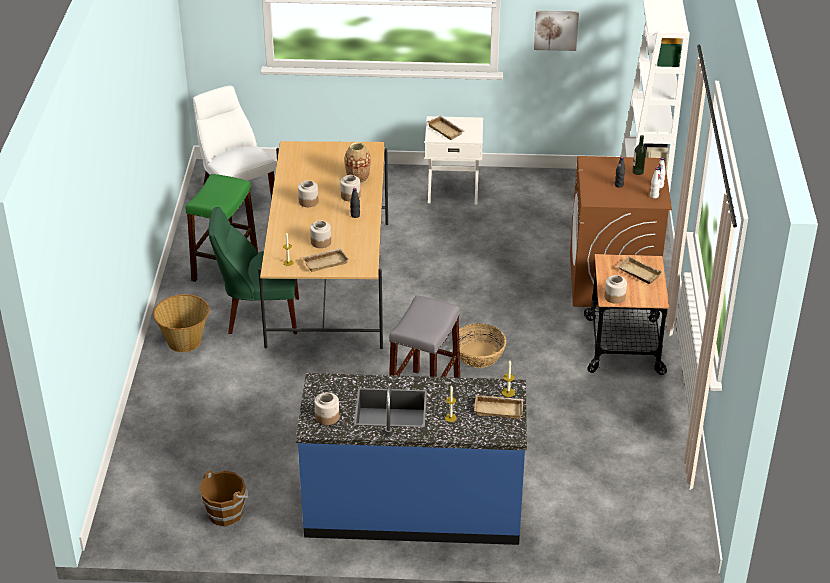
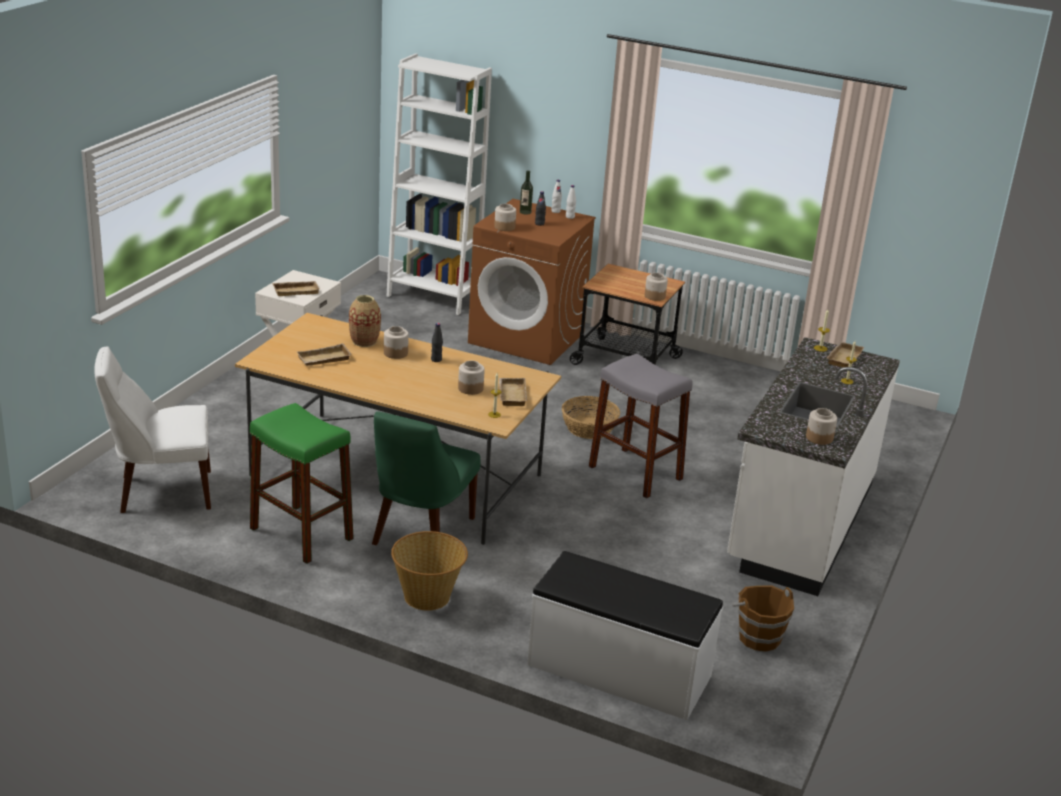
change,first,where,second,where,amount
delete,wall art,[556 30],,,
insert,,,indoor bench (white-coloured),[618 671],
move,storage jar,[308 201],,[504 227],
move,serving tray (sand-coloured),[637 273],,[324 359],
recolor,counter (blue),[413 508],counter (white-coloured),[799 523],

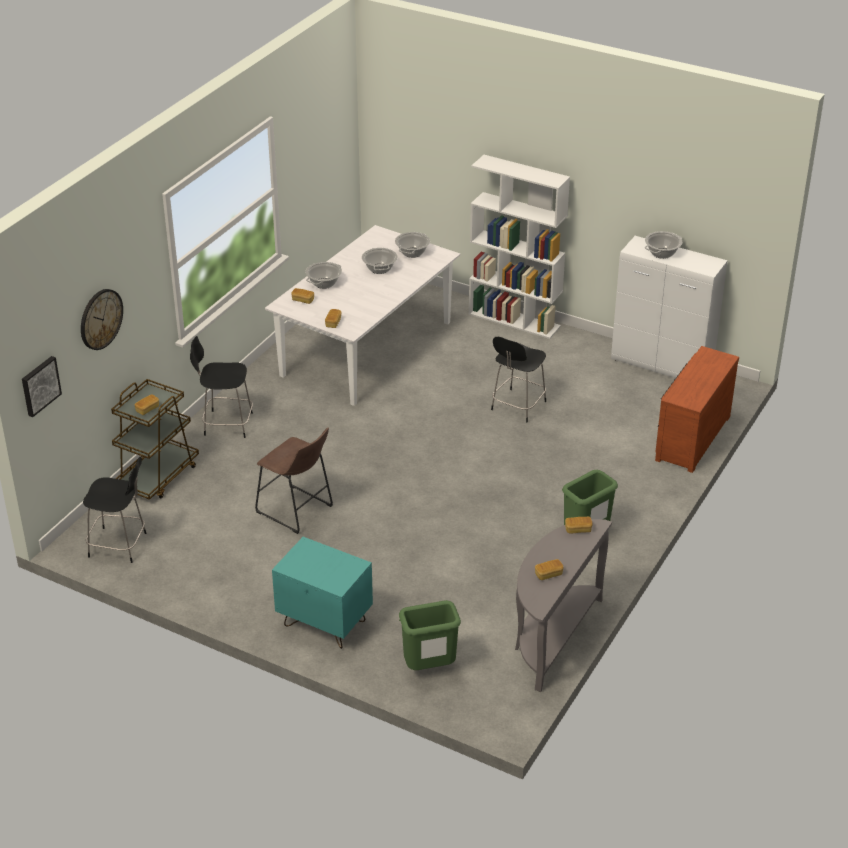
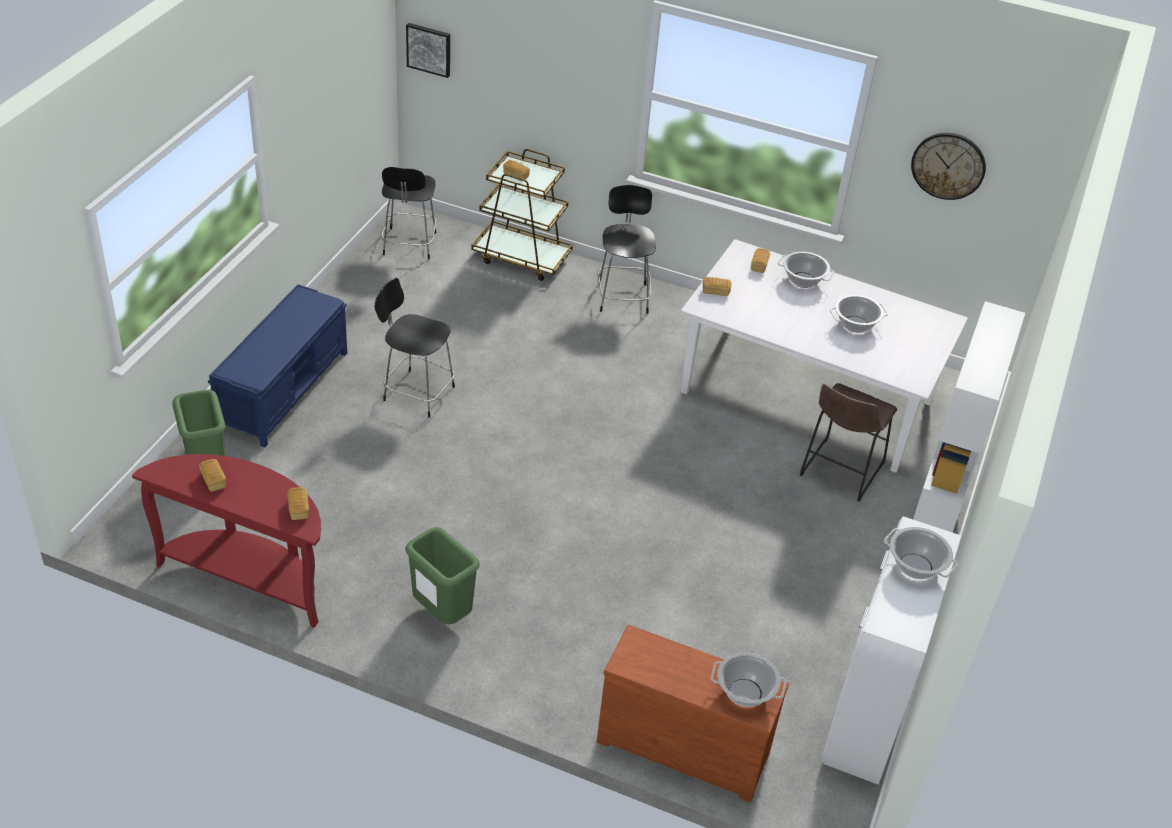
change,first,where,second,where,amount
move,hanging clock,[100 319],,[948 165],
move,stool (brown-coloured),[297 511],,[839 472],
move,cooking pot,[412 252],,[745 692],
move,upright chair (black),[517 406],,[416 392],
replace,bedside table (turquoise),[324 624],indoor bench (blue),[285 389],
recolor,hall table (grey),[552 637],hall table (red),[249 578],

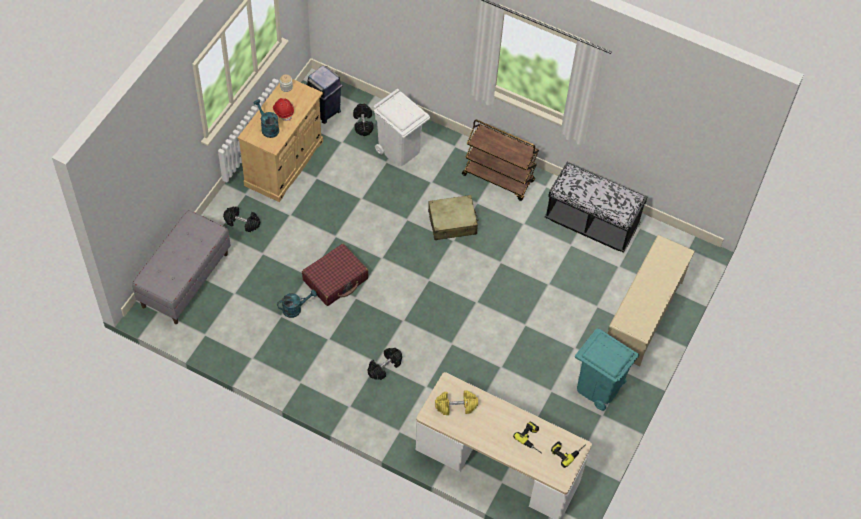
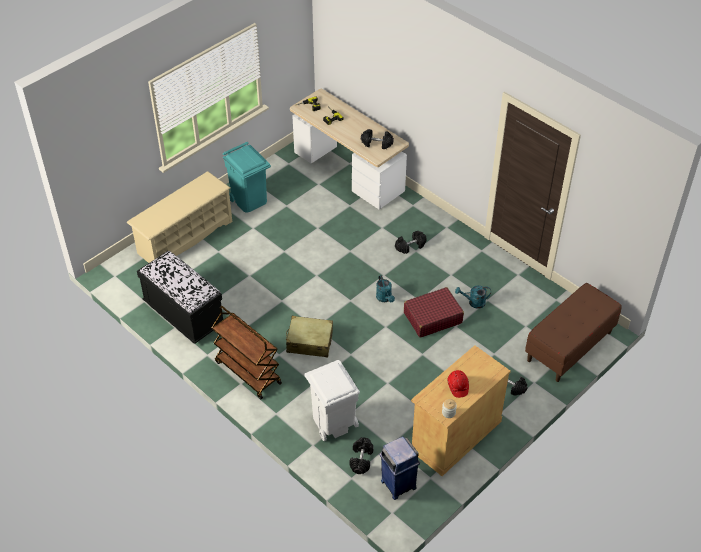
change,first,where,second,where,amount
move,sprinkling can (turquoise),[268 128],,[385 298],
recolor,indoor bench (grey),[185 279],indoor bench (brown-coloured),[569 346],
recolor,dumbbell (yellow),[456 406],dumbbell (black),[376 144],

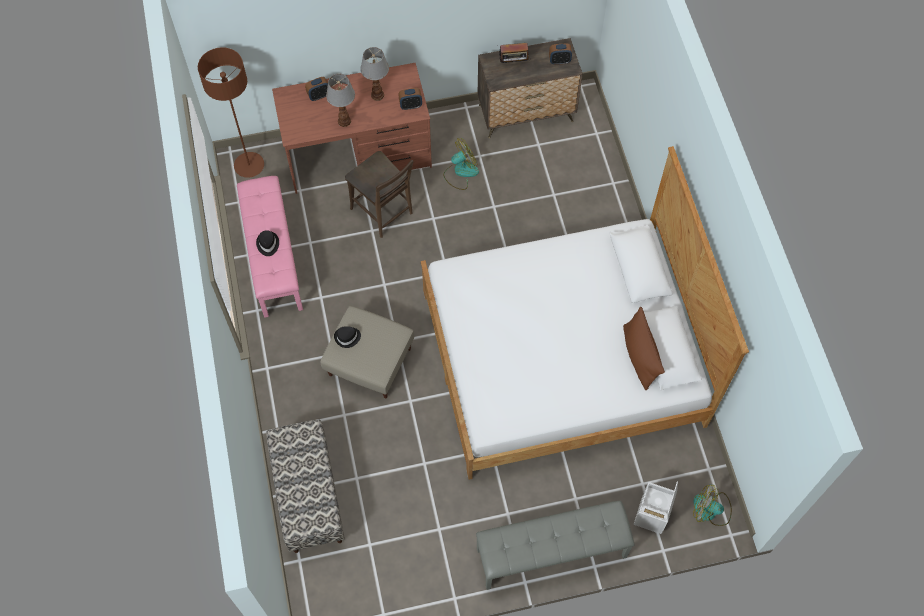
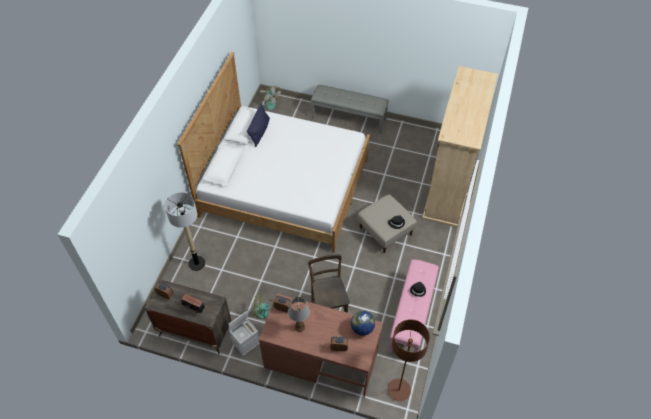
change,first,where,second,where,amount
delete,tabletop lamp,[345 121],,,
insert,,,standard lamp,[196 263],
insert,,,world globe,[362 328],
move,storage box (white-coloured),[652 515],,[246 342],
replace,indoor bench,[308 495],wardrobe (sand-coloured),[449 186],
recolor,throw pillow (brown-coloured),[639 356],throw pillow (blue),[259 131],

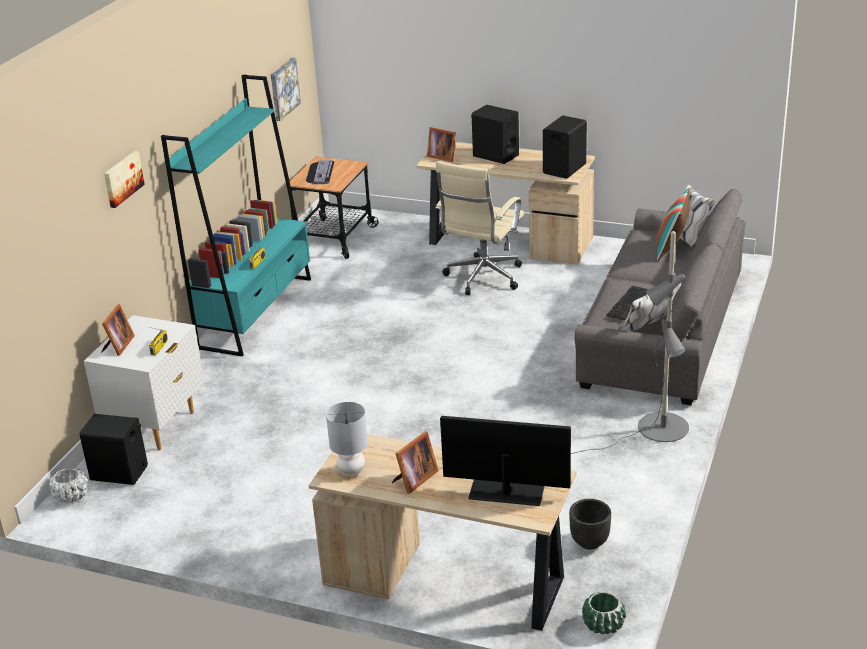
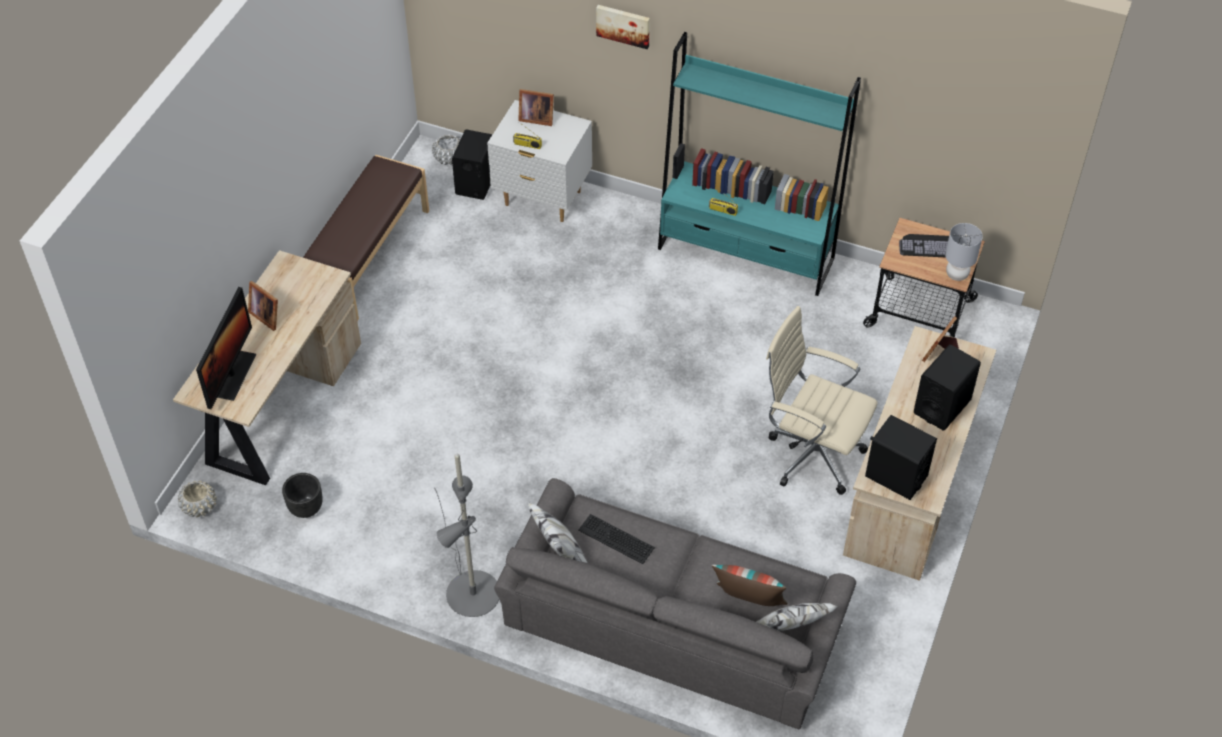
change,first,where,second,where,amount
delete,wall art,[284 88],,,
insert,,,indoor bench (brown-coloured),[369 257],
move,tabletop lamp (grey),[351 471],,[956 275],
recolor,planter (green),[603 625],planter (sand-coloured),[199 506],

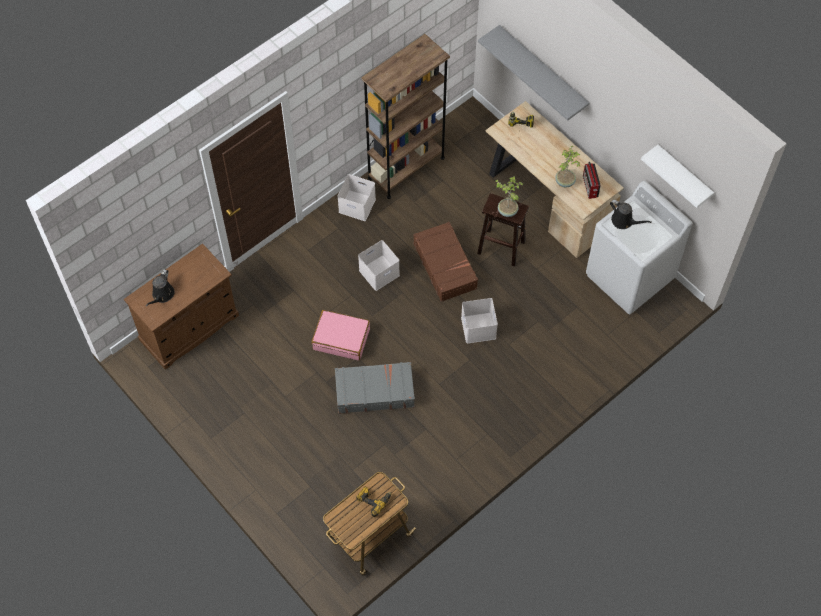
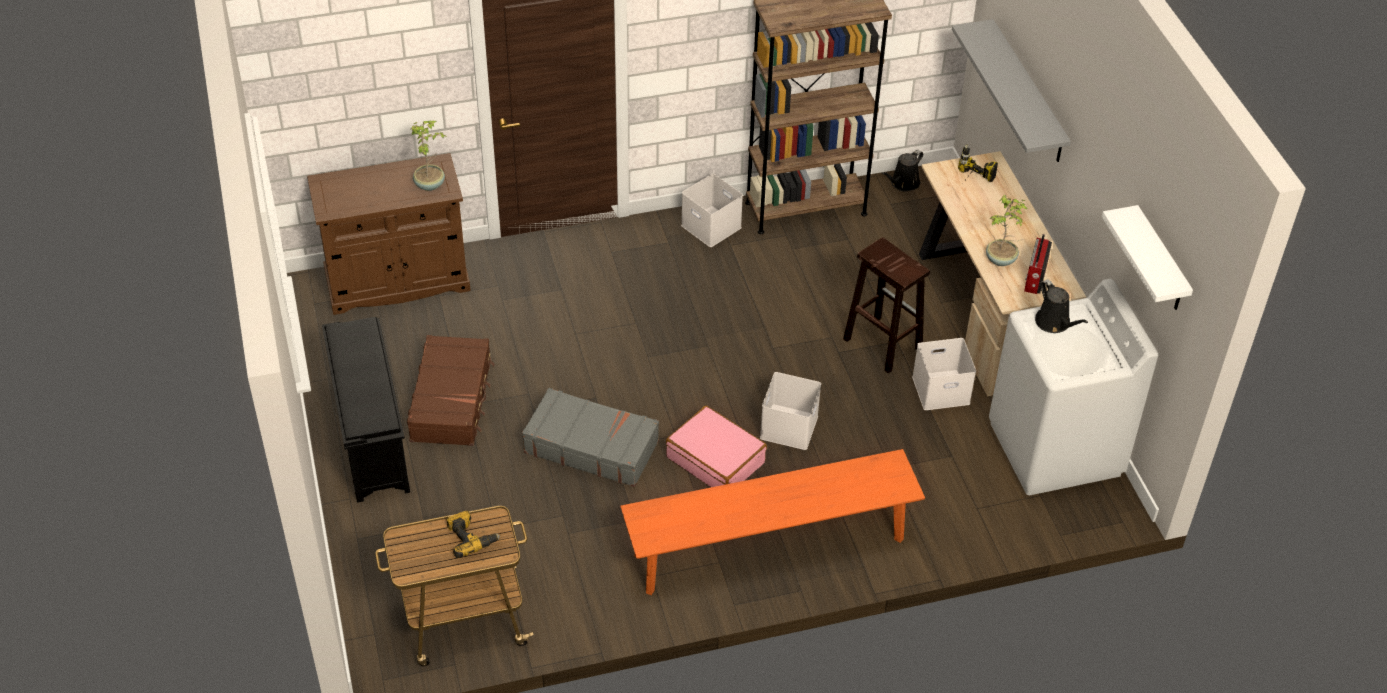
change,first,where,second,where,amount
insert,,,shoe rack (black),[370 439],
insert,,,indoor bench (orange-coloured),[769 548],
move,sprinkling can (black),[162 295],,[903 183],
move,suitcase (pinkish),[341 339],,[716 459],
move,storage box (white-coloured),[379 272],,[941 389],
move,suitcase (brown-coloured),[445 266],,[452 400],
move,houseplant,[507 210],,[430 184],

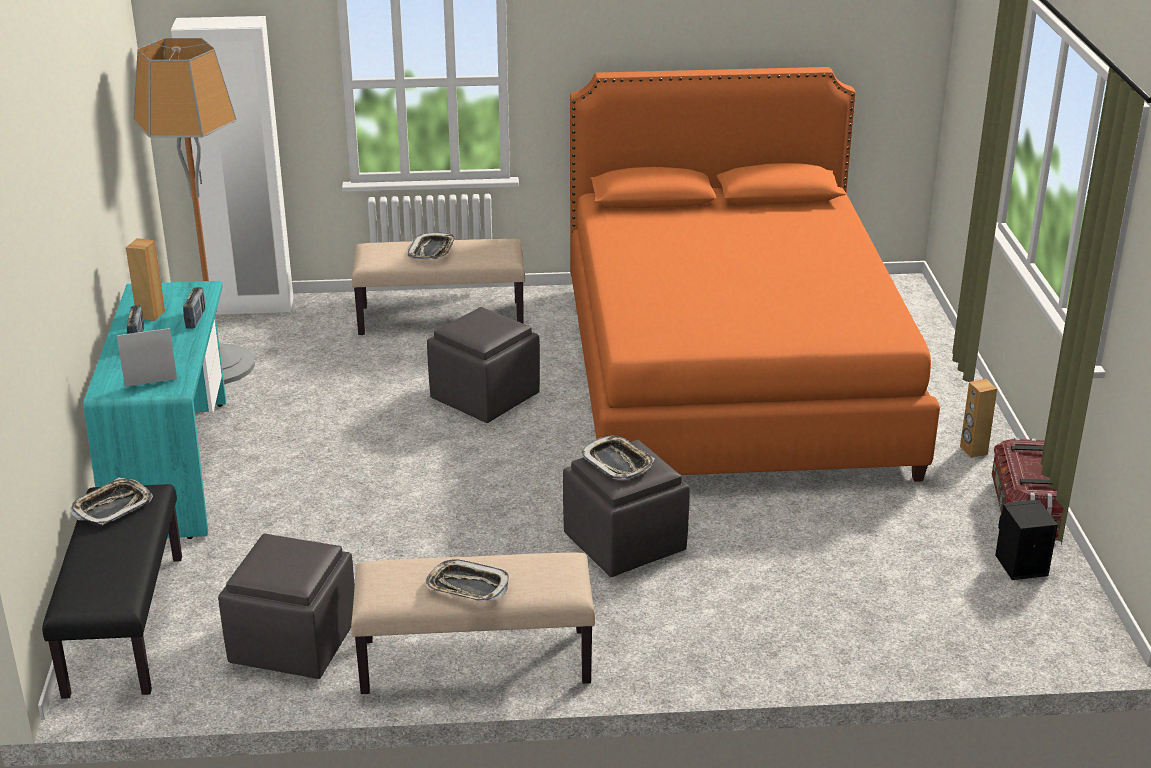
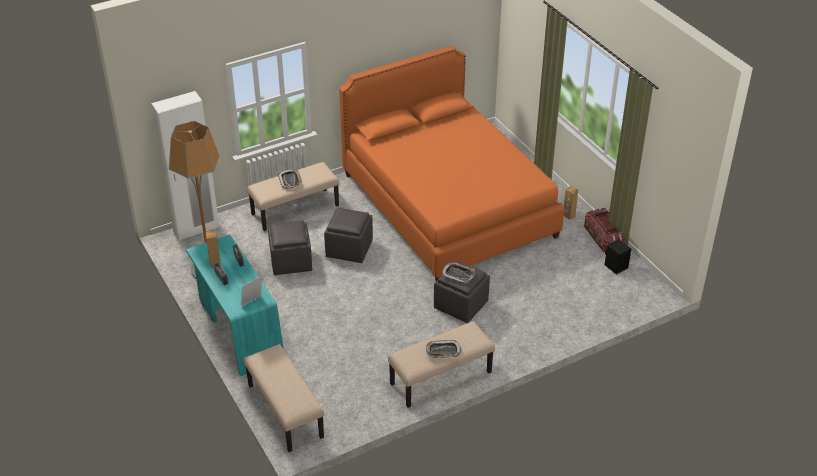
change,first,where,second,where,amount
delete,serving tray,[112 506],,,
move,ottoman (grey),[293 642],,[290 261],
recolor,indoor bench (black),[124 624],indoor bench (sand-coloured),[284 411],

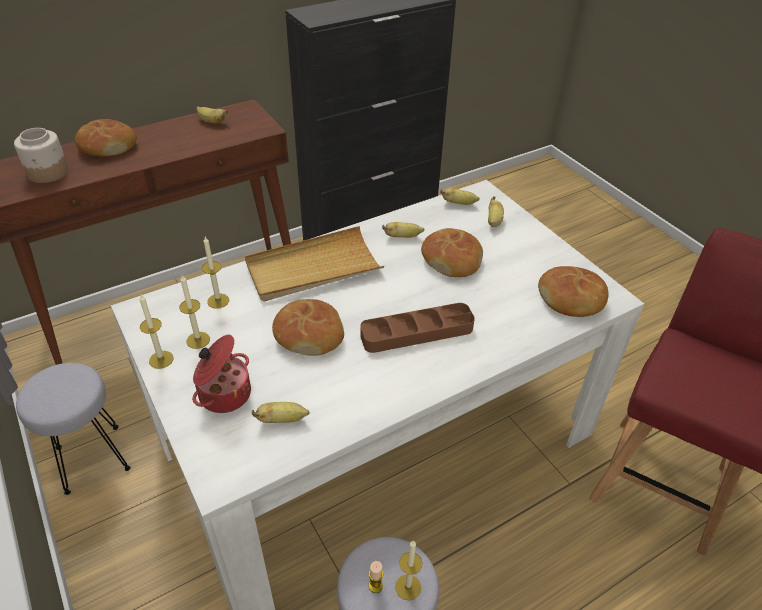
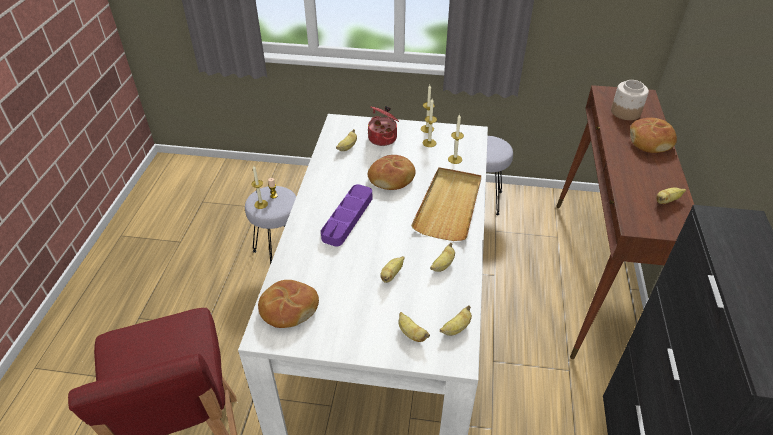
change,first,where,second,where,amount
replace,bread,[451 260],banana,[391 275],
recolor,serving tray (brown-coloured),[417 332],serving tray (purple),[347 218],

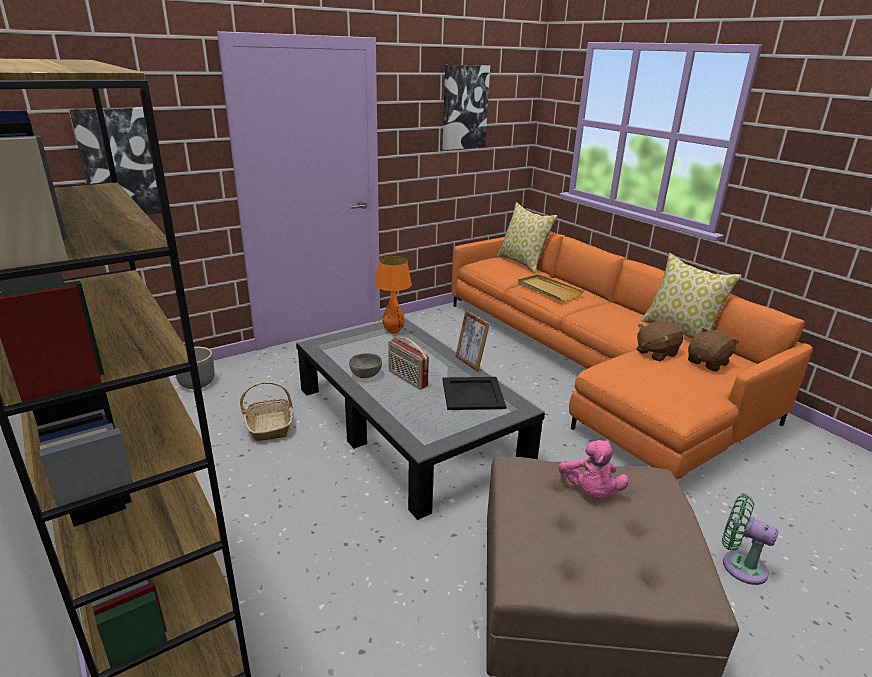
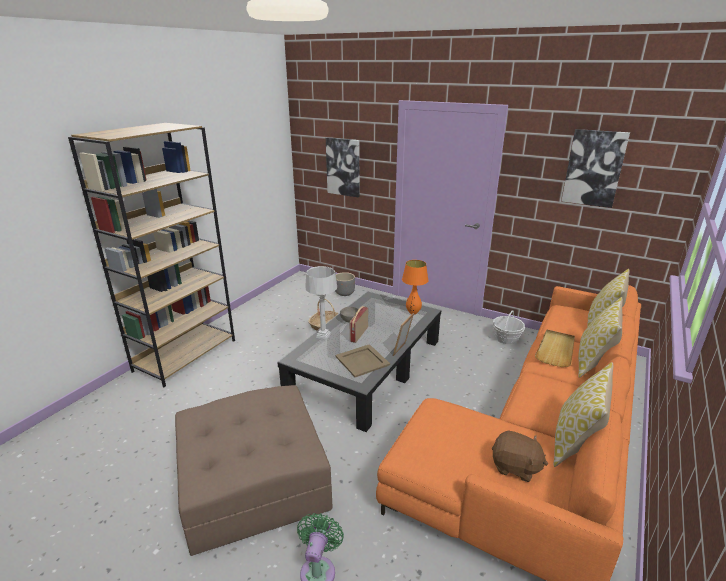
change,first,where,second,where,amount
delete,soft toy (pinkish),[590 492],,,
delete,soft toy (brown-coloured),[655 353],,,
insert,,,tabletop lamp (grey),[323 335],
insert,,,basket,[506 338],
insert,,,throw pillow,[593 363],
recolor,serving tray (black),[473 394],serving tray (sand-coloured),[362 361],

